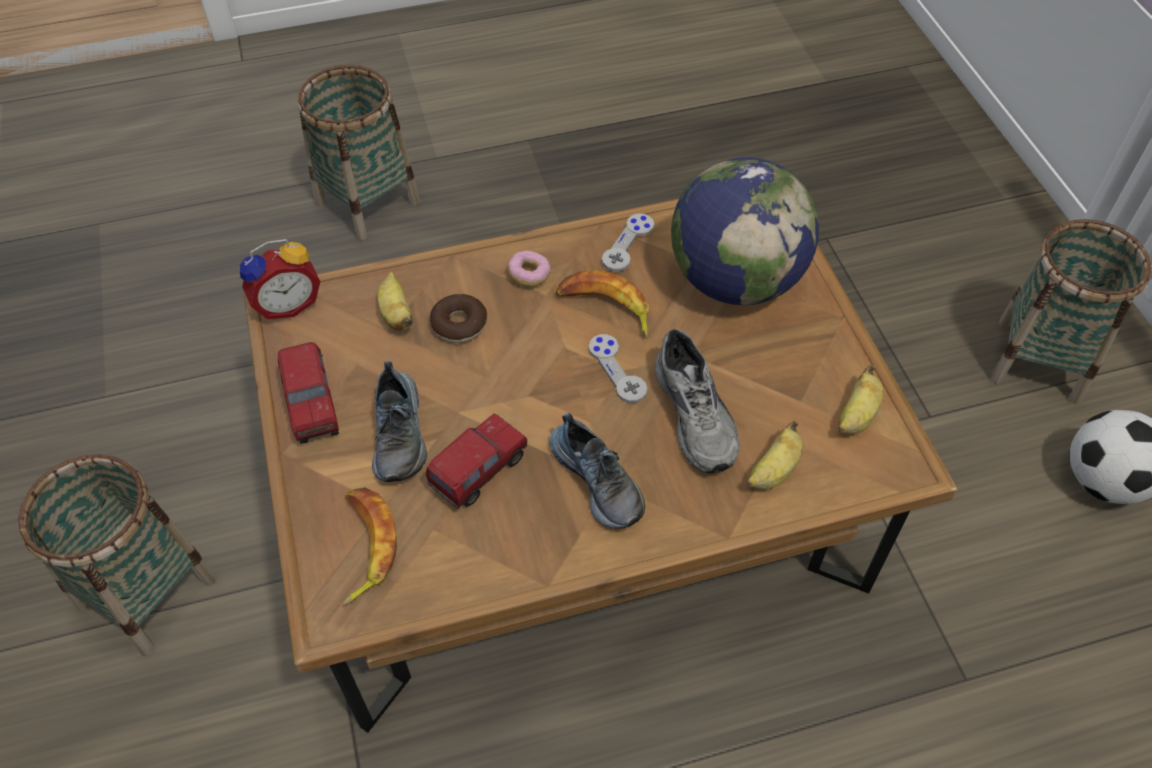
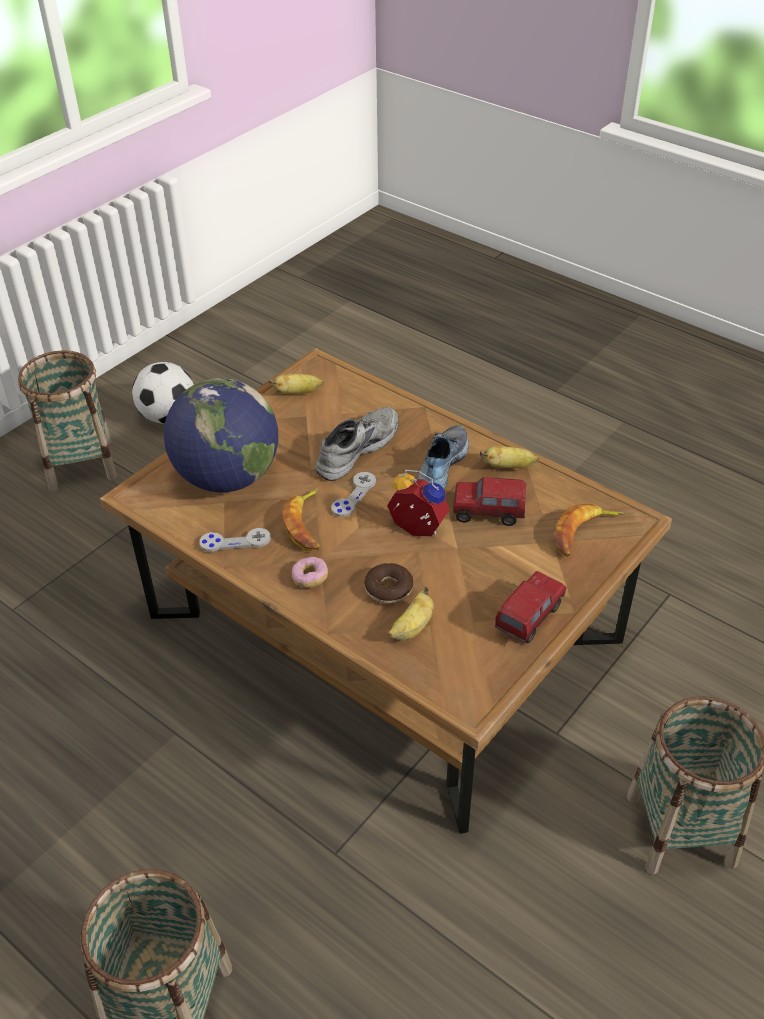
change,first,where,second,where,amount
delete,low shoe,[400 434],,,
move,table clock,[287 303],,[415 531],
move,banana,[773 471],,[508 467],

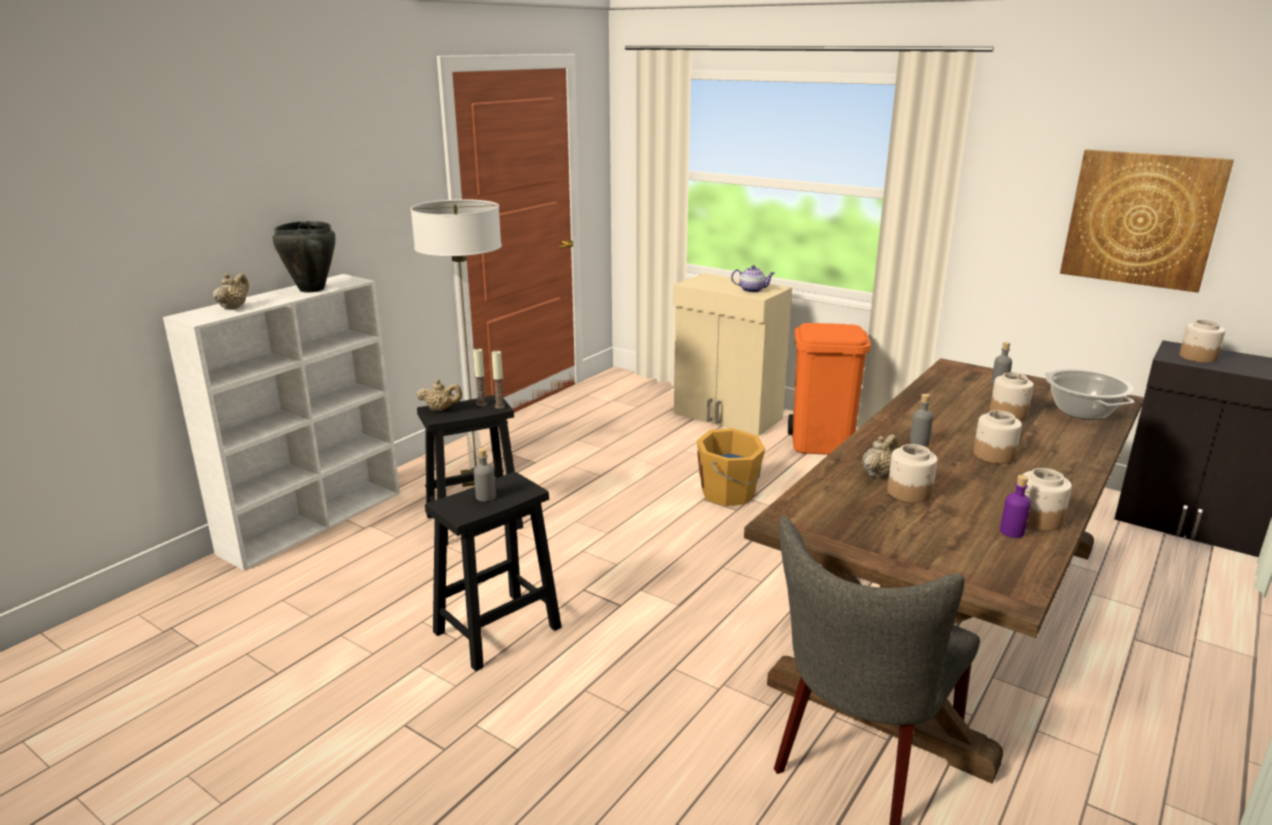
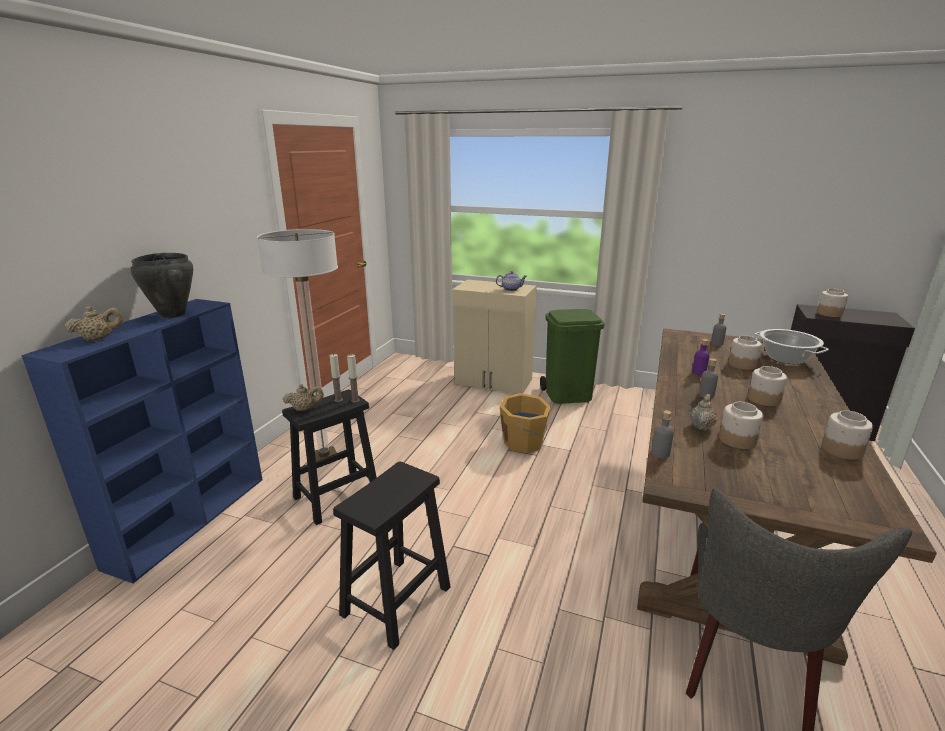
change,first,where,second,where,amount
delete,wall art,[1141 219],,,
move,beverage bottle (grey),[485 497],,[660 453],
move,beverage bottle (purple),[1012 532],,[699 372],
recolor,bookcase (white-coloured),[314 521],bookcase (blue),[191 518],
recolor,trash can (orange-coloured),[822 444],trash can (green),[568 395],
rotate,teapot (sand-coloured),[233 307],,[99 339],60 degrees clockwise

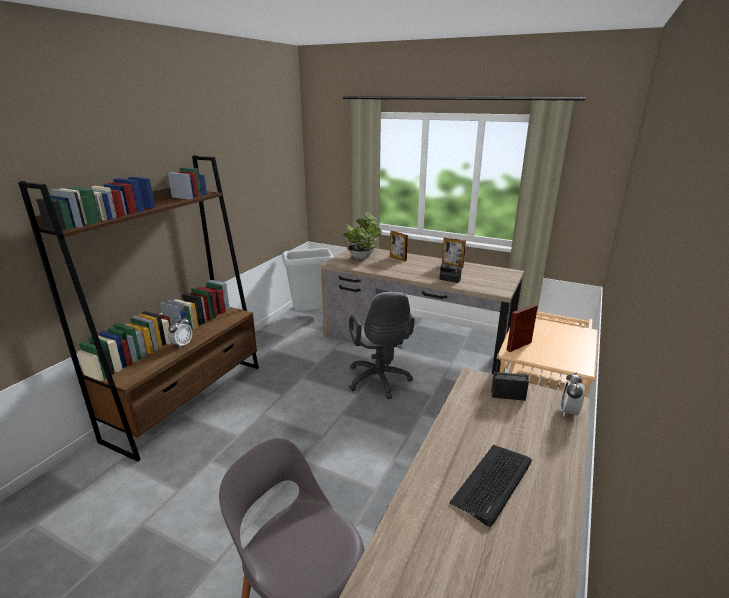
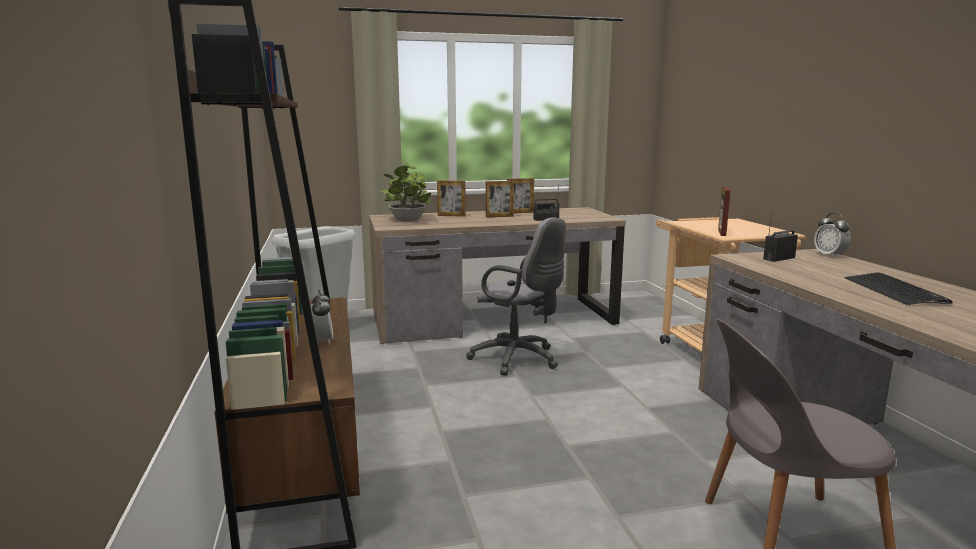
change,first,where,second,where,amount
insert,,,standing frame,[499 216],

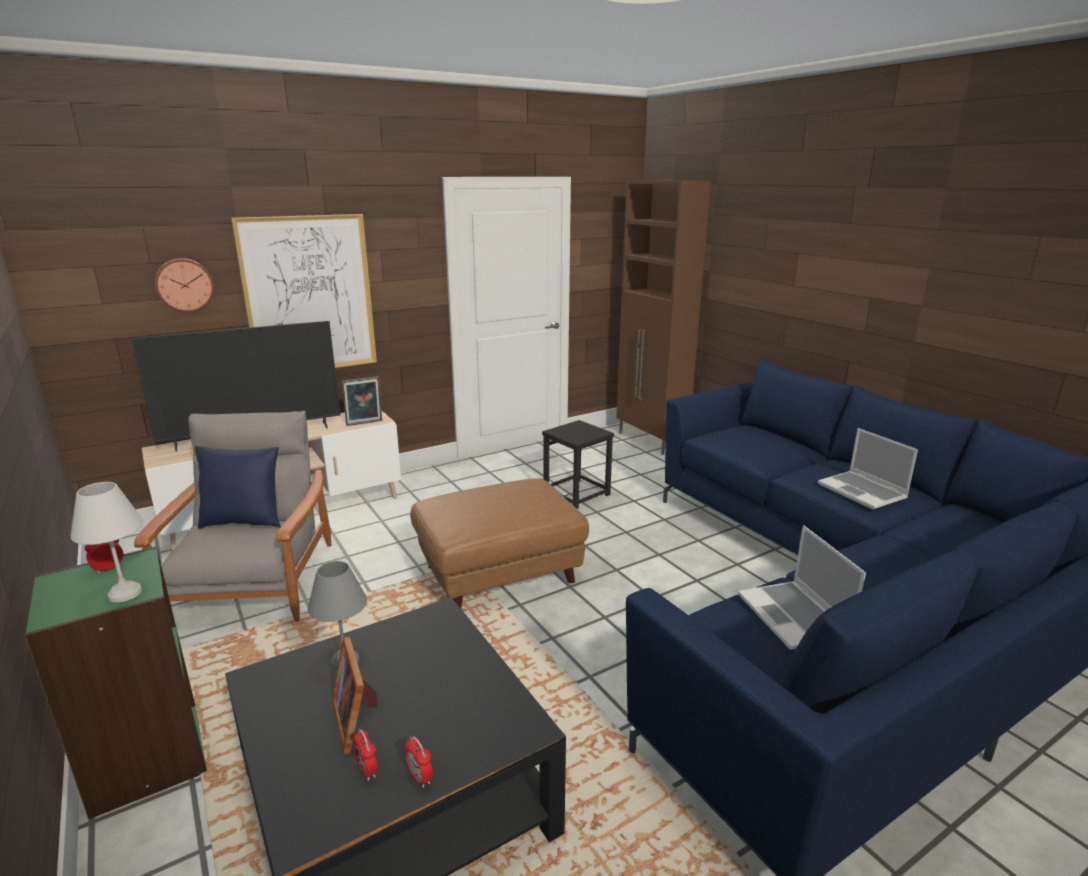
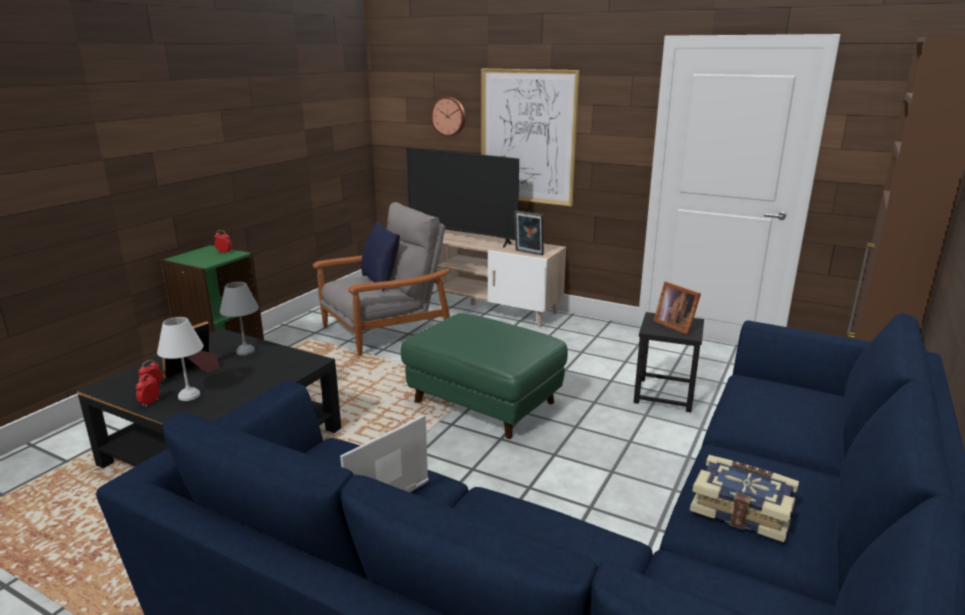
change,first,where,second,where,amount
insert,,,standing frame,[675 325],
move,tabletop lamp (white-coloured),[124 594],,[188 396],
replace,notebook computer,[863 492],bound book,[742 508],
recolor,ottoman (brown-coloured),[500 573],ottoman (green),[485 402],

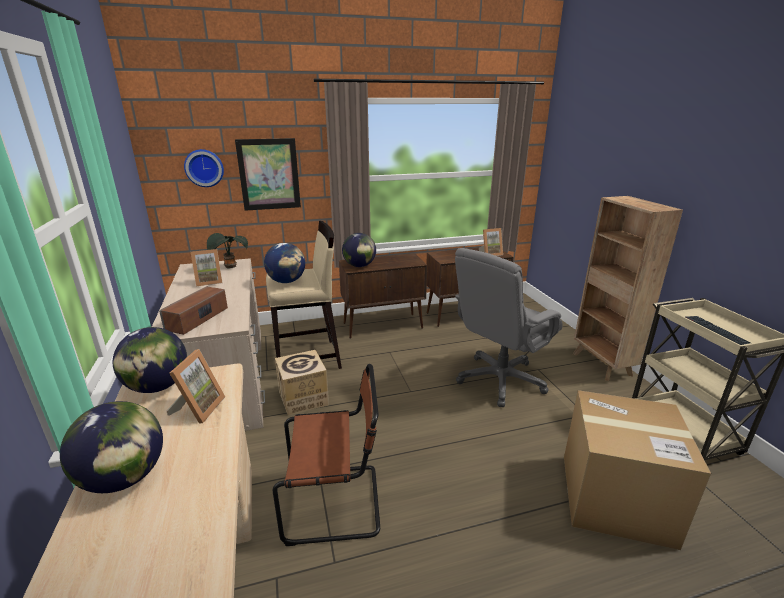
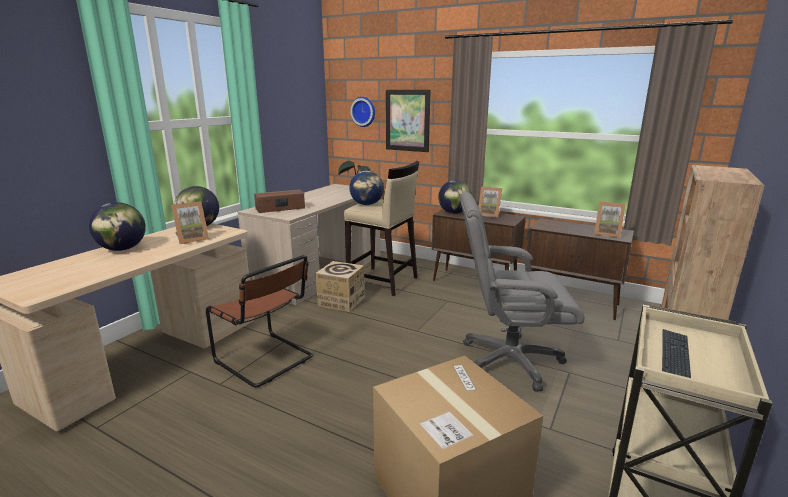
change,first,where,second,where,amount
move,standing frame,[209 282],,[489 215],

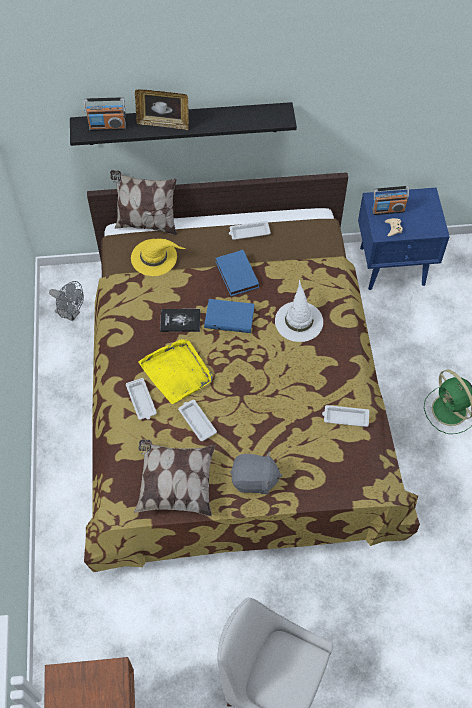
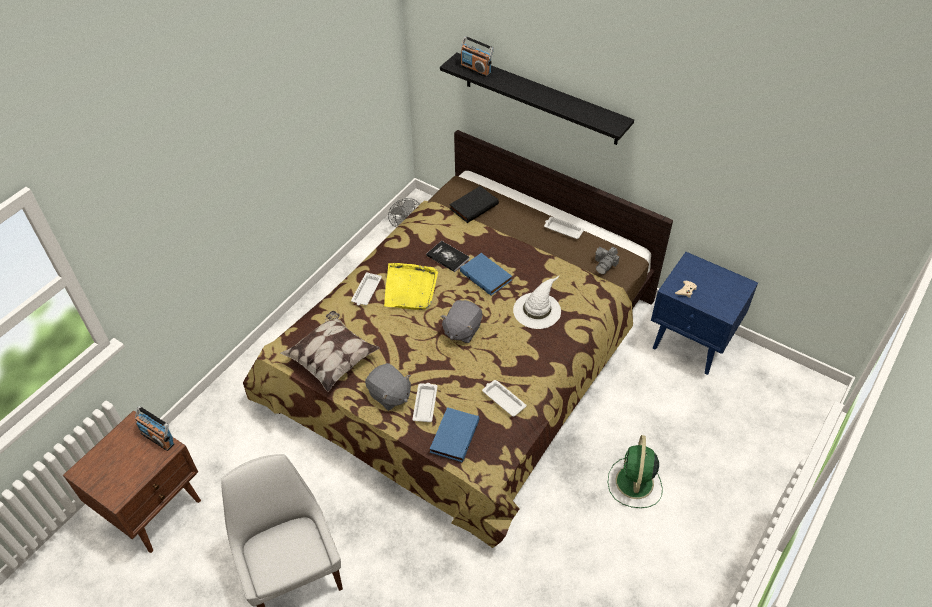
change,first,where,second,where,amount
delete,throw pillow,[146 223],,,
delete,standing frame,[163 123],,,
insert,,,soft toy (grey),[462 330],
insert,,,photo camera,[605 264],
move,serving tray (white-coloured),[197 421],,[425 404],
move,bound book (blue),[235 274],,[453 435],
move,radio,[388 210],,[158 438],
replace,wearable hat (yellow),[154 257],bound book (black),[473 206],

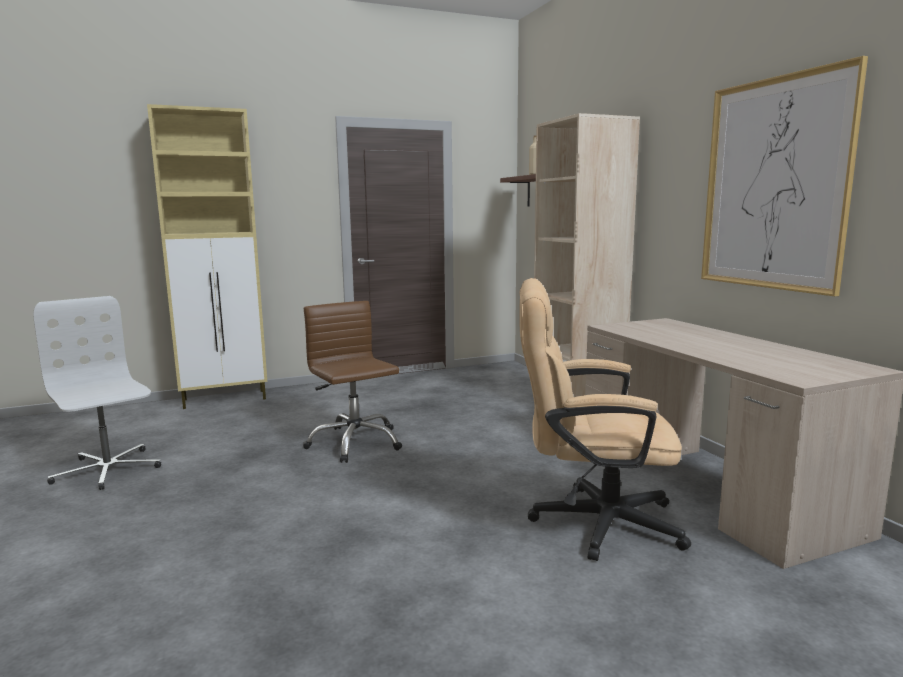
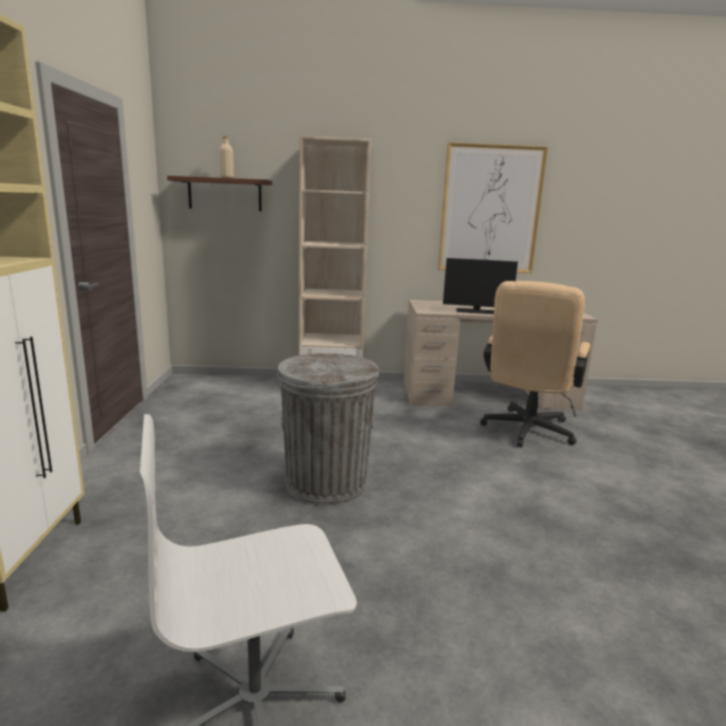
change,first,where,second,where,amount
insert,,,computer screen,[476 311],
replace,desk chair (brown-coloured),[354 443],trash can (grey),[326 483],

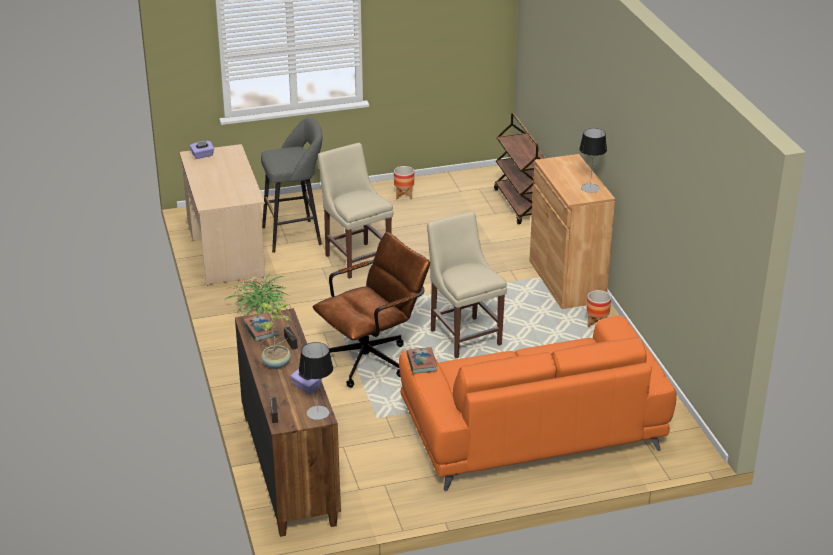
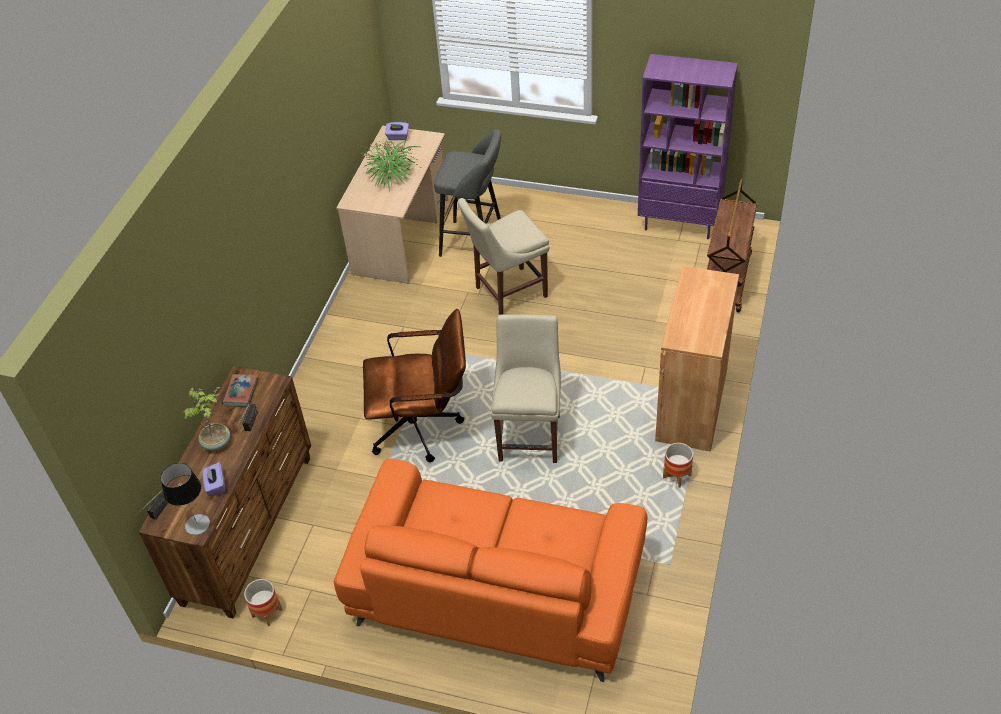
change,first,where,second,where,amount
delete,bound book,[421 363],,,
delete,tabletop lamp,[590 188],,,
insert,,,bookcase (purple),[680 224],
move,houseplant,[260 310],,[391 175],
move,planter,[404 195],,[267 613],
rotate,upright chair (sand-coloured),[356 258],,[507 293],120 degrees counterclockwise

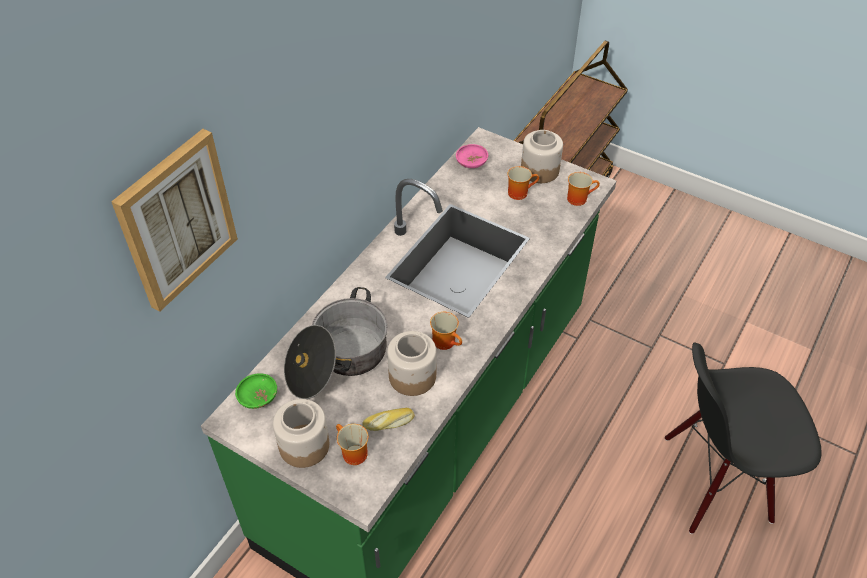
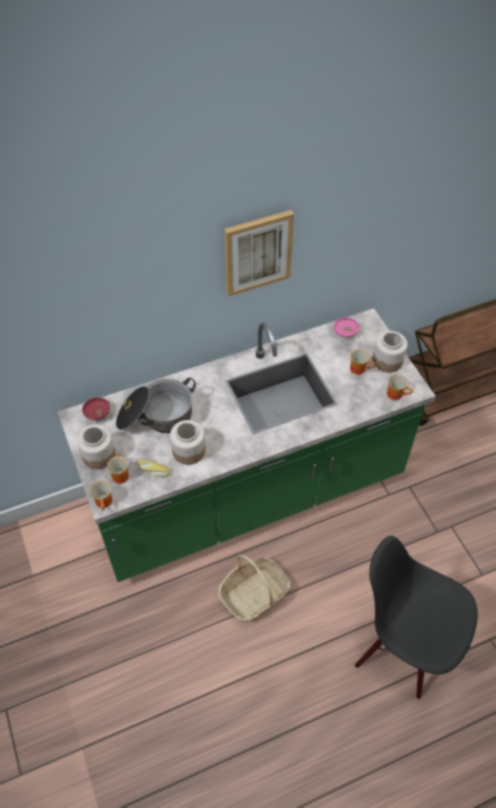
change,first,where,second,where,amount
insert,,,basket,[254 594],
move,wall art,[176 220],,[257 252],
move,mug,[447 341],,[105 502],
recolor,bowl (green),[258 398],bowl (red),[97 413],

